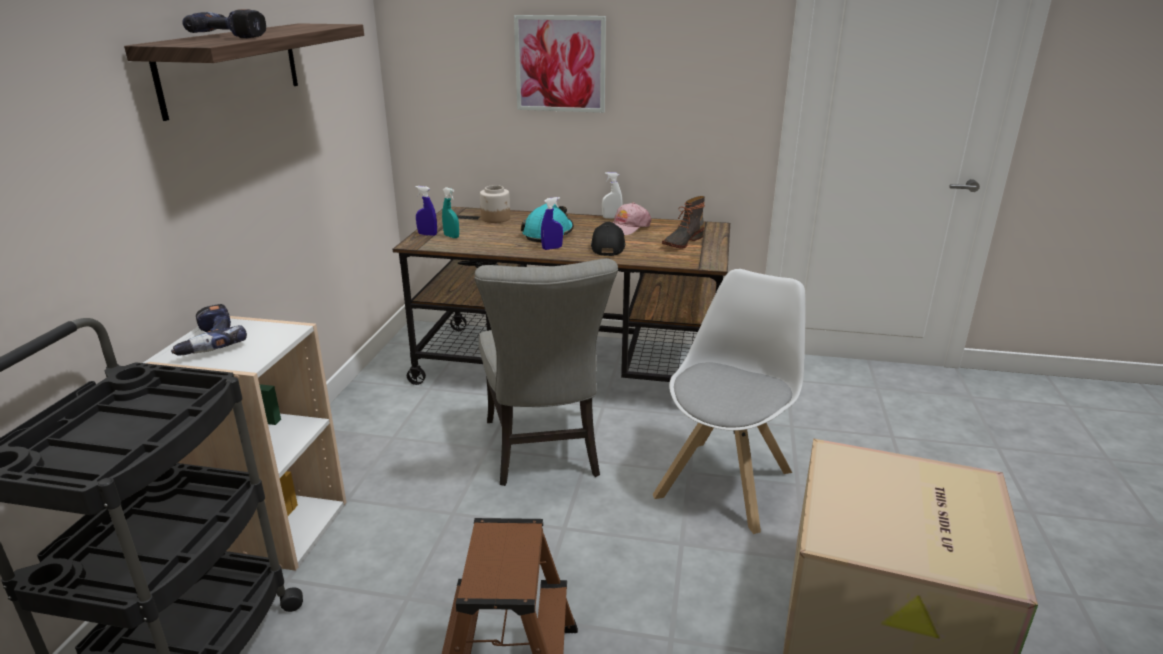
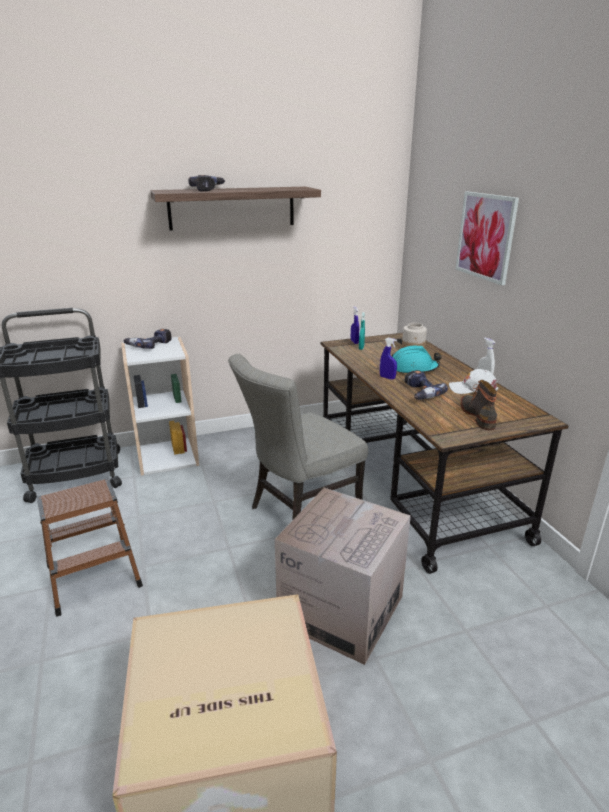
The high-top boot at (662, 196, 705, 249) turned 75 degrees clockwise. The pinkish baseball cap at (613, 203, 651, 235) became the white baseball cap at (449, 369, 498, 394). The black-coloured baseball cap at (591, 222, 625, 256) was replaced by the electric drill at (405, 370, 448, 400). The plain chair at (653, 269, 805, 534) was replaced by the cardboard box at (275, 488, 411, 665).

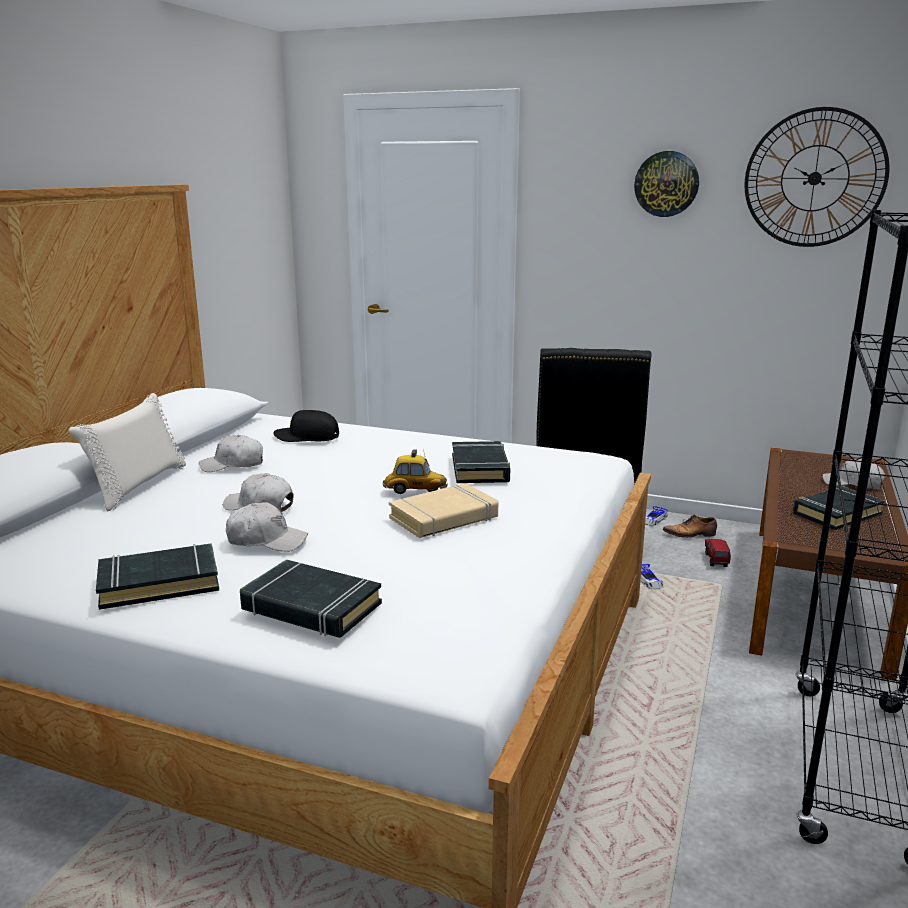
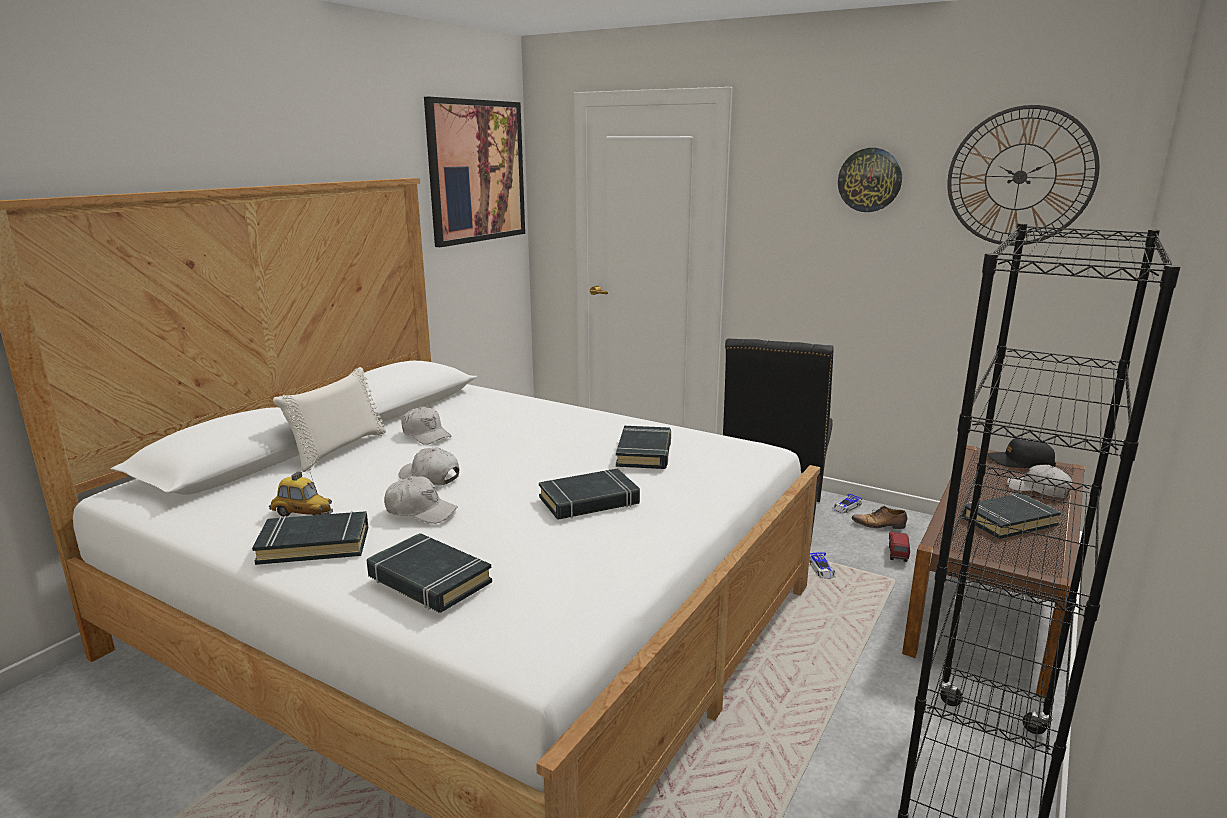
The black-coloured baseball cap moved from (273, 410, 339, 442) to (988, 438, 1056, 468). The white baseball cap at (199, 435, 263, 472) turned 135 degrees counterclockwise. The model car moved from (383, 449, 447, 494) to (269, 471, 333, 517). The beige-coloured volume at (389, 483, 498, 538) became the black-coloured volume at (539, 468, 640, 520). The wall picture at (424, 97, 525, 247) appeared.

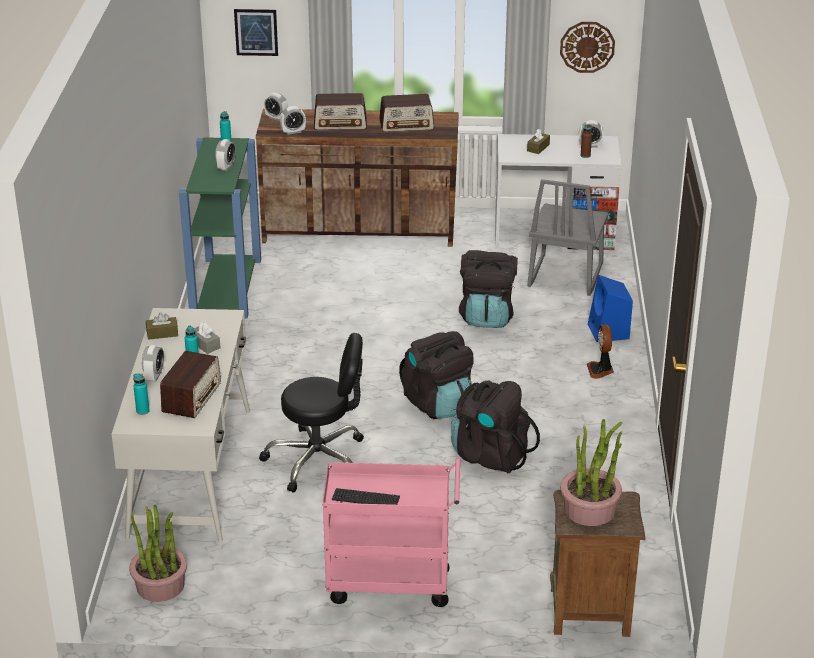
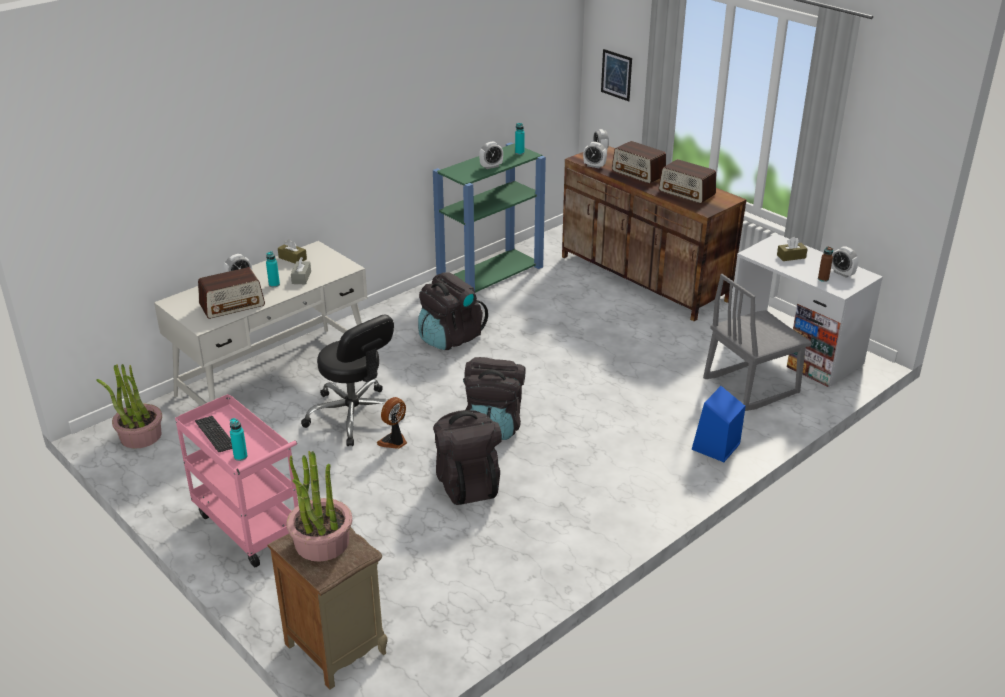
The wall clock at (560, 22, 615, 73) disappeared. The black-coloured backpack moved from (459, 250, 518, 328) to (418, 272, 488, 350). The cooling fan moved from (587, 324, 614, 379) to (377, 397, 407, 449). The turquoise-coloured beverage bottle moved from (133, 374, 150, 415) to (230, 418, 248, 461).

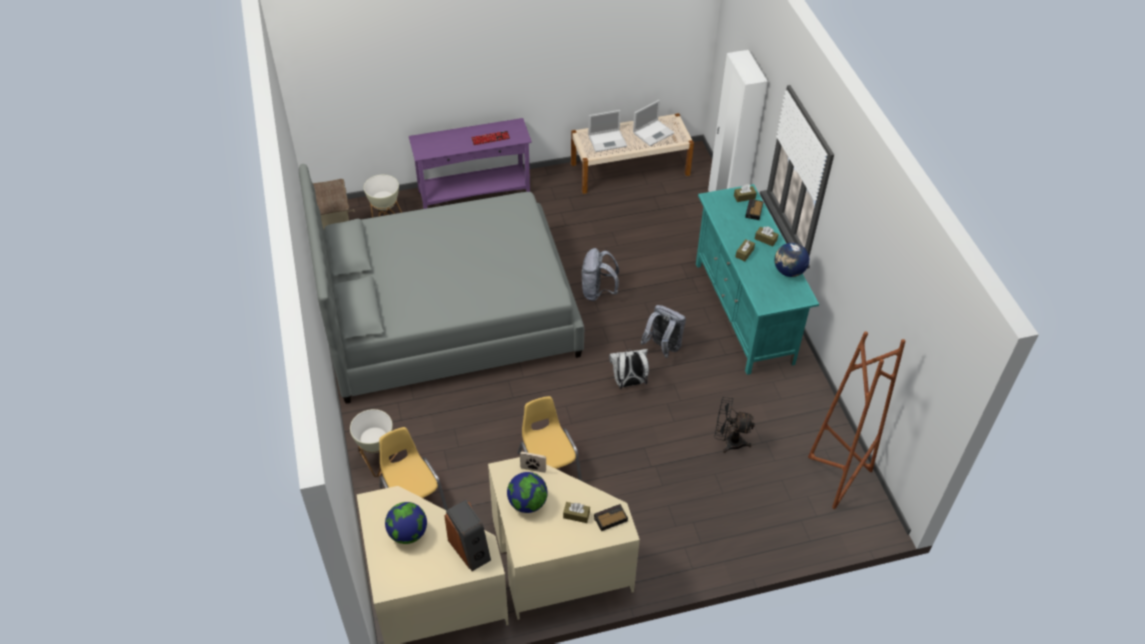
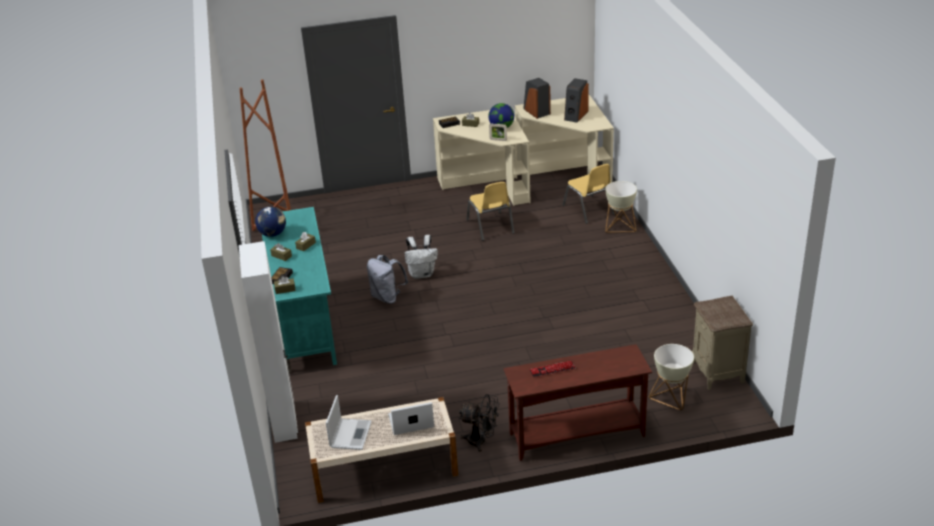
The laptop at (633, 100, 675, 146) turned 135 degrees clockwise. The purple hall table at (409, 118, 532, 209) became the brown hall table at (503, 344, 652, 461). The gray bedroom bed at (299, 164, 584, 404) disappeared. The gray backpack at (582, 248, 619, 301) disappeared. The black-coloured cooling fan moved from (714, 397, 755, 453) to (459, 394, 499, 452). The globe at (385, 502, 427, 544) was replaced by the audio speaker at (564, 78, 589, 123).

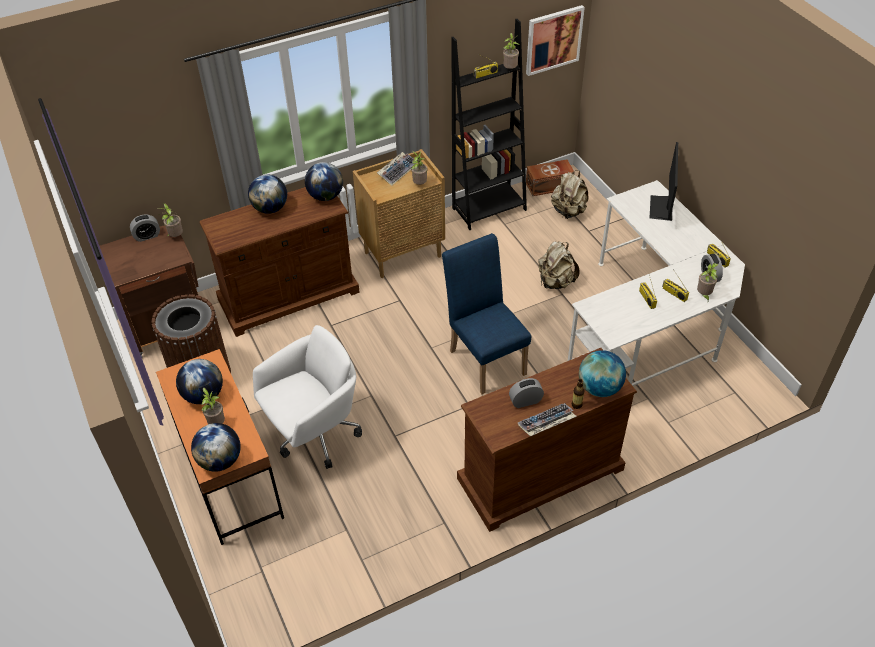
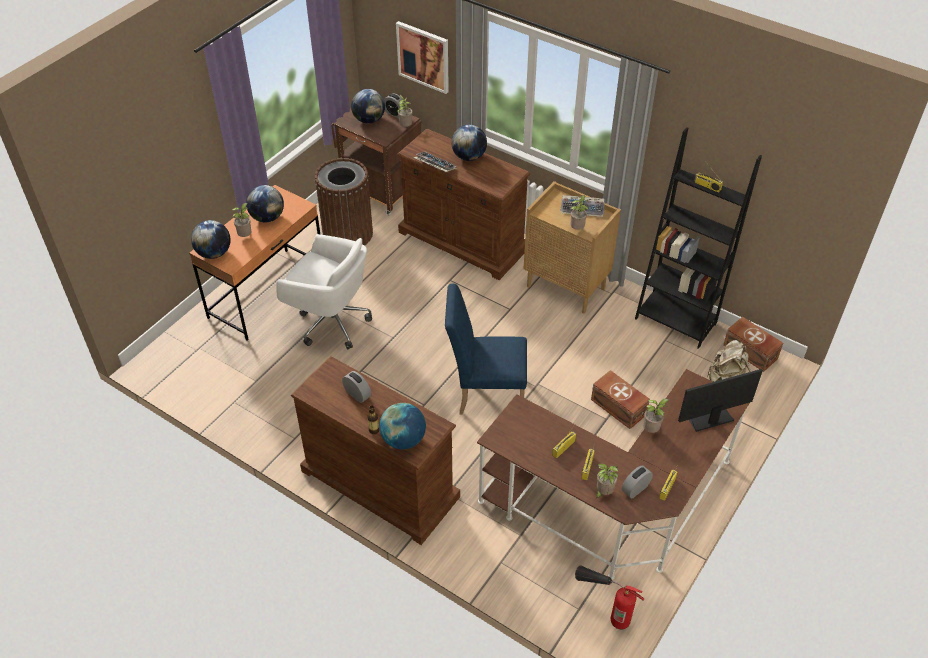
The wall picture moved from (526, 5, 585, 76) to (396, 21, 449, 94). The plant in a pot moved from (503, 33, 519, 69) to (643, 399, 668, 433). The globe moved from (305, 162, 343, 201) to (351, 89, 385, 124). The white desk at (568, 180, 745, 386) became the brown desk at (477, 369, 750, 580). The bluish plain chair at (442, 233, 531, 394) turned 120 degrees counterclockwise. The beige-coloured backpack at (538, 241, 579, 289) was replaced by the brown storage box at (591, 370, 650, 429). The computer keyboard moved from (518, 403, 577, 436) to (413, 152, 456, 172). The fire extinguisher at (575, 566, 644, 629) appeared.

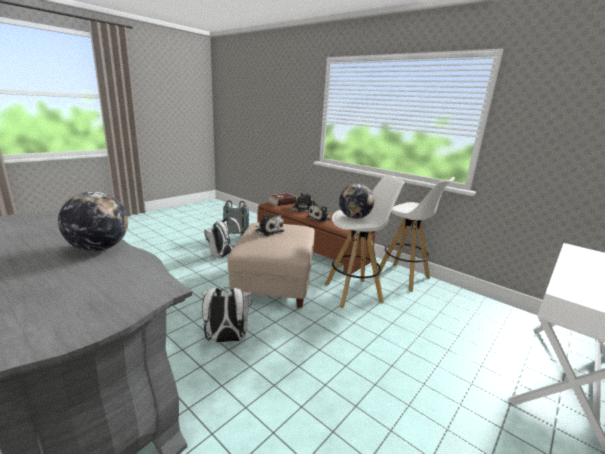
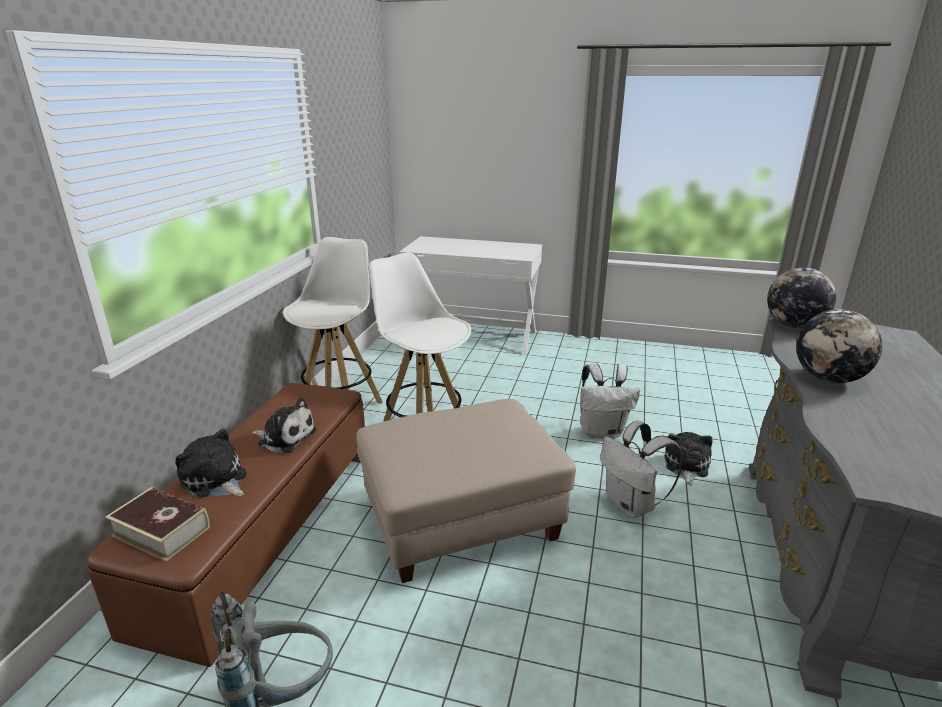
The globe moved from (339, 184, 374, 219) to (767, 268, 836, 329). The cuddly toy moved from (255, 213, 285, 236) to (664, 432, 713, 486). The white backpack moved from (204, 218, 241, 258) to (580, 363, 640, 438).

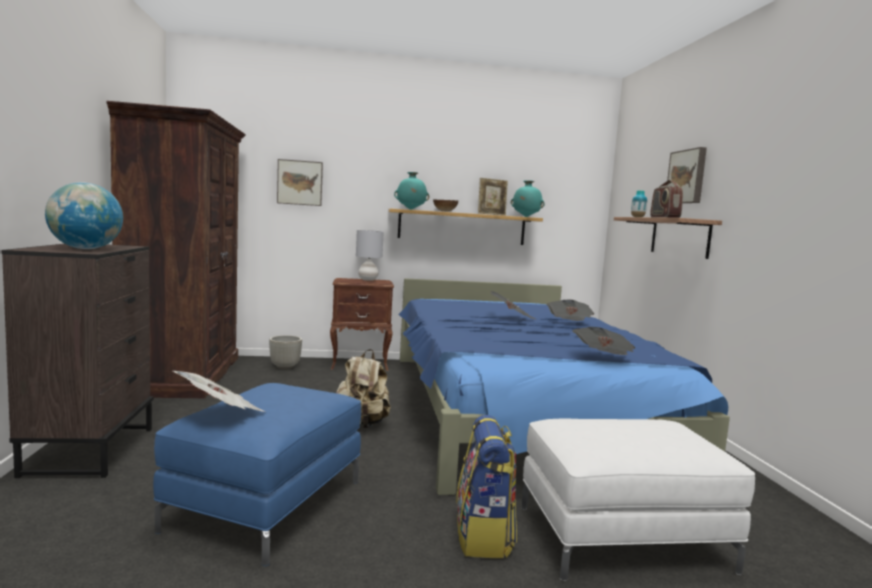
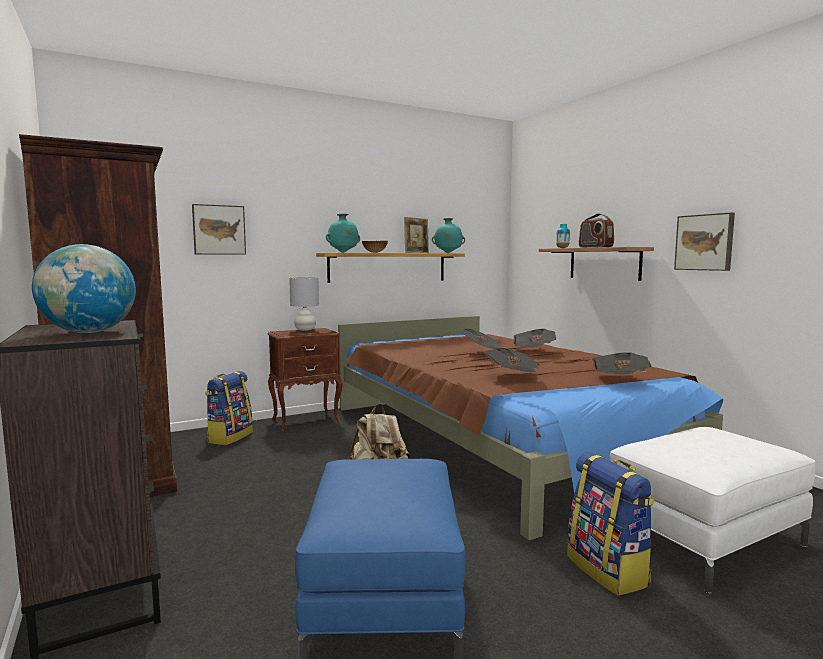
The wall picture moved from (667, 147, 707, 203) to (674, 212, 735, 271). The bluish bedroom bed at (398, 278, 730, 495) became the brown bedroom bed at (338, 316, 723, 541). The gray plant pot at (269, 335, 302, 369) was replaced by the backpack at (205, 371, 253, 445). The daily paper moved from (173, 371, 264, 411) to (484, 348, 540, 372).

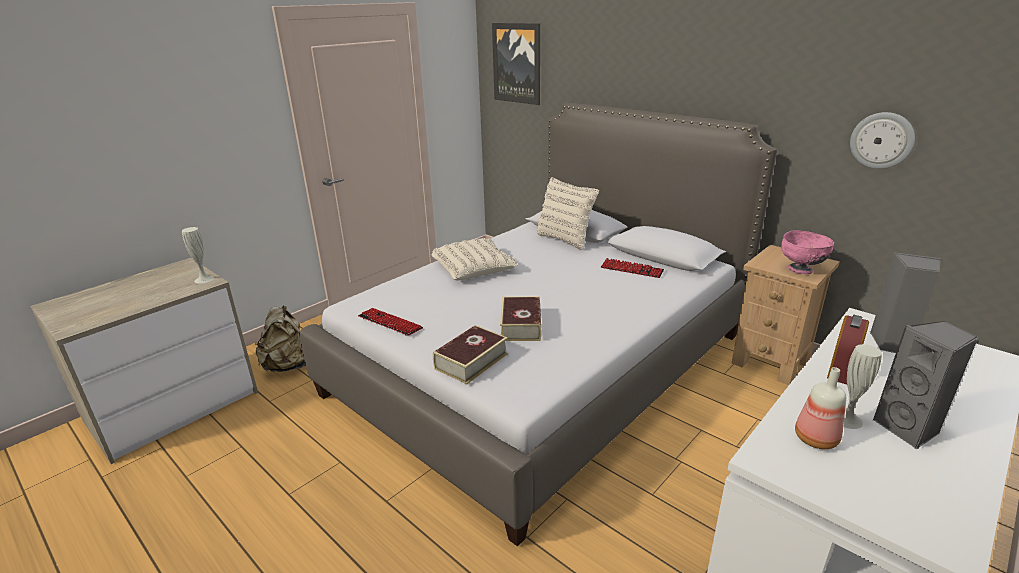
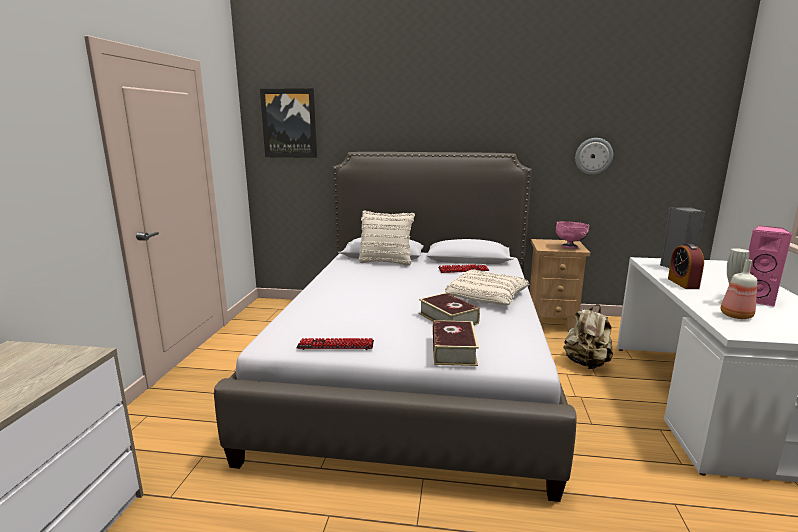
The white decorative vase at (182, 227, 214, 284) disappeared. The beige-coloured pillow moved from (432, 238, 517, 281) to (445, 270, 530, 306). The beige-coloured backpack moved from (255, 306, 306, 372) to (564, 305, 613, 369). The gray audio speaker at (873, 321, 979, 449) became the pinkish audio speaker at (748, 226, 792, 306).

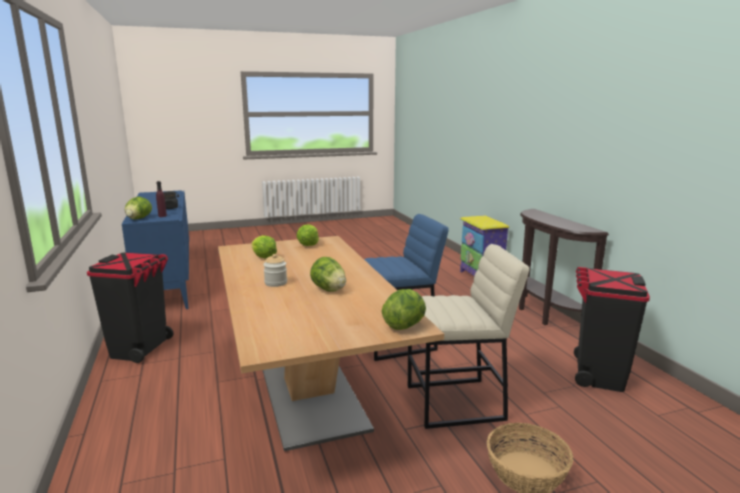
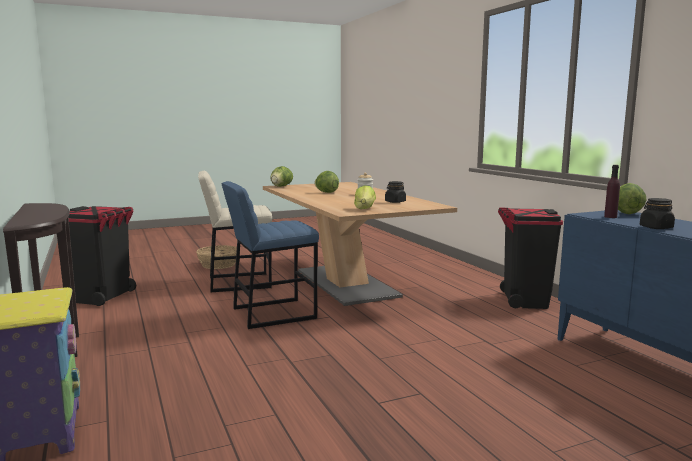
The head of lettuce at (251, 235, 277, 259) was replaced by the black-coloured storage jar at (385, 181, 406, 203).

